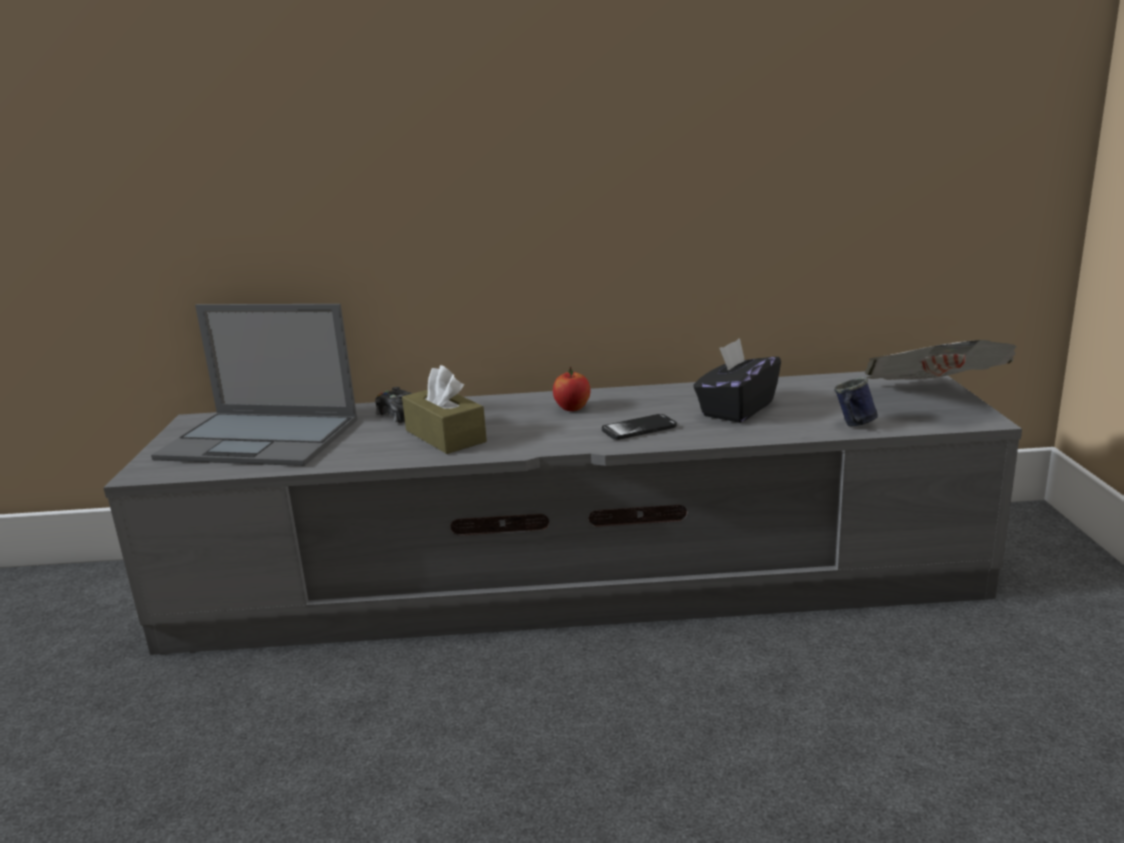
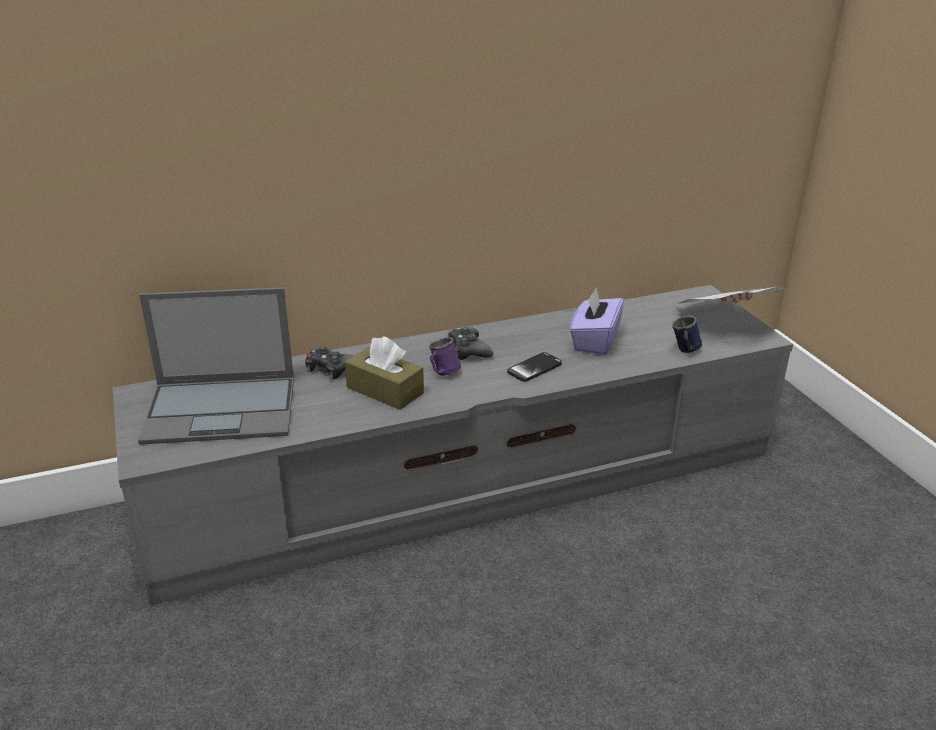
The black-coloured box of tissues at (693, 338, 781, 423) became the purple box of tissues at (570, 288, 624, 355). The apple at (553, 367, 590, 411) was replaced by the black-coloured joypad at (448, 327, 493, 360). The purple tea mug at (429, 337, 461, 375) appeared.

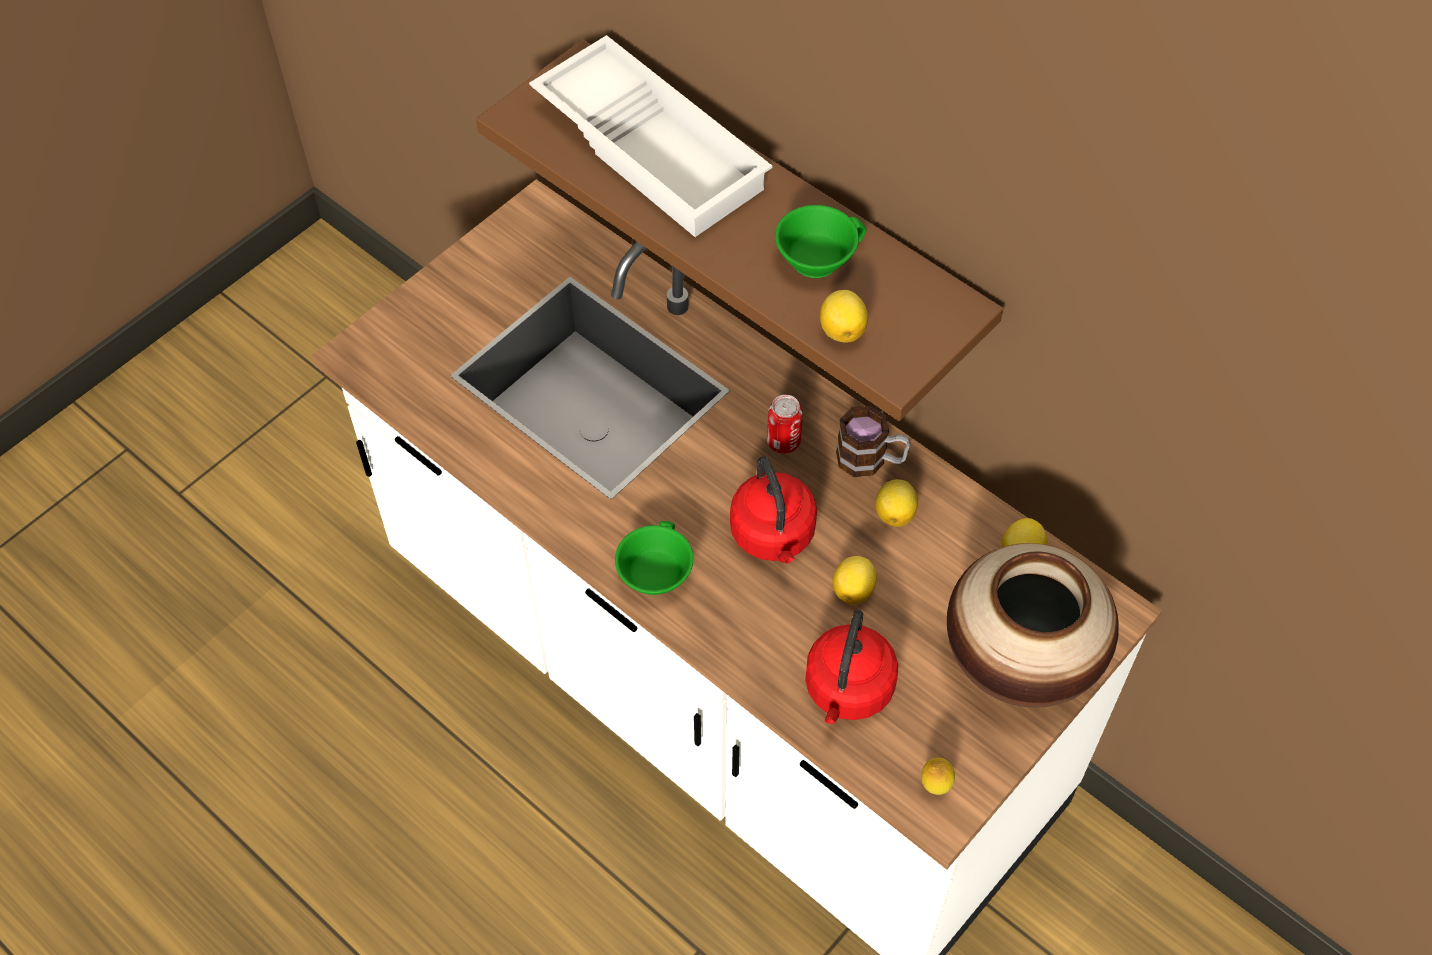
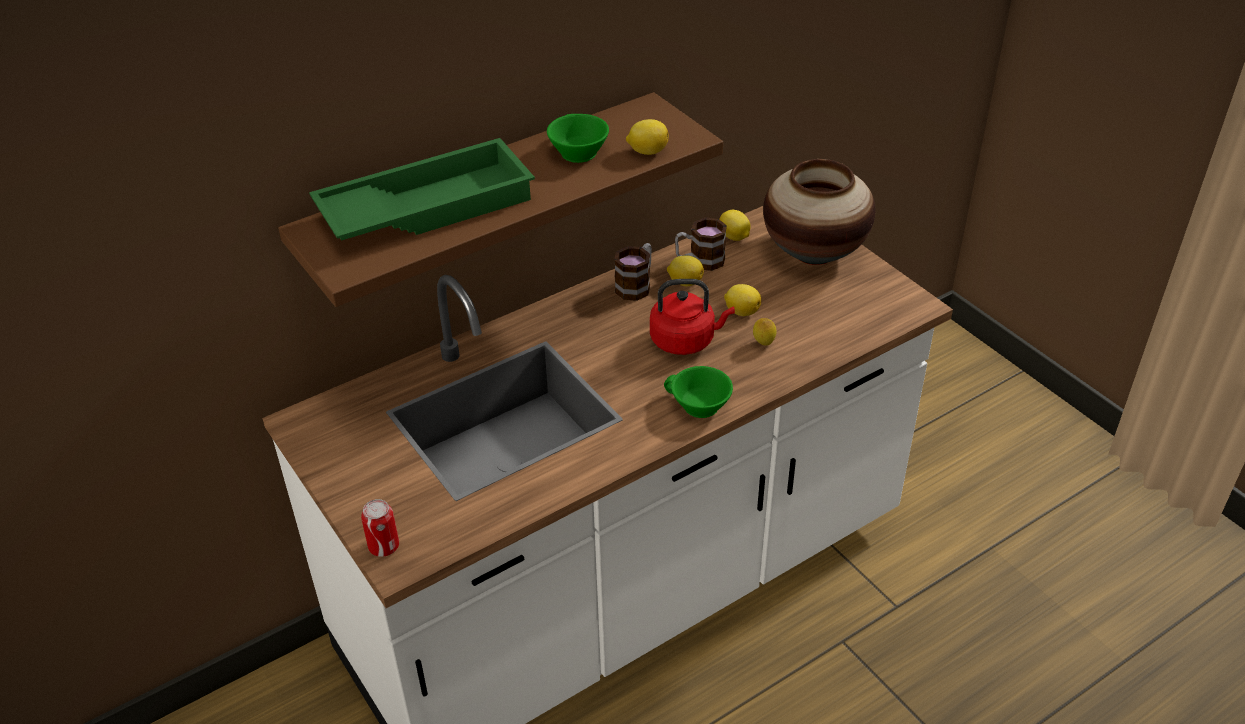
The white tray at (529, 35, 772, 237) became the green-coloured tray at (309, 138, 535, 241). The sealed can moved from (767, 395, 803, 454) to (361, 499, 399, 557). The reddish kettle at (805, 610, 898, 724) disappeared. The lemon moved from (921, 758, 955, 795) to (753, 318, 777, 346). The tea mug at (675, 217, 727, 271) appeared.

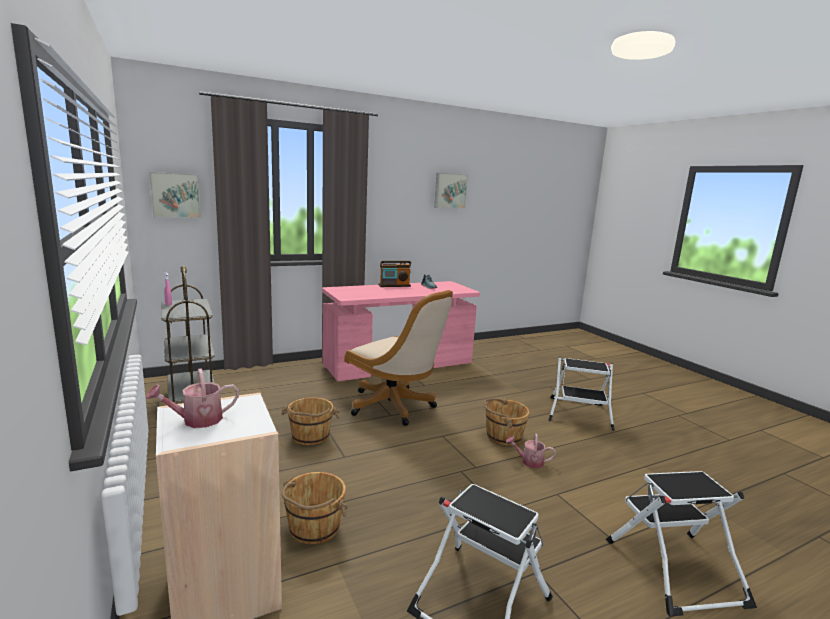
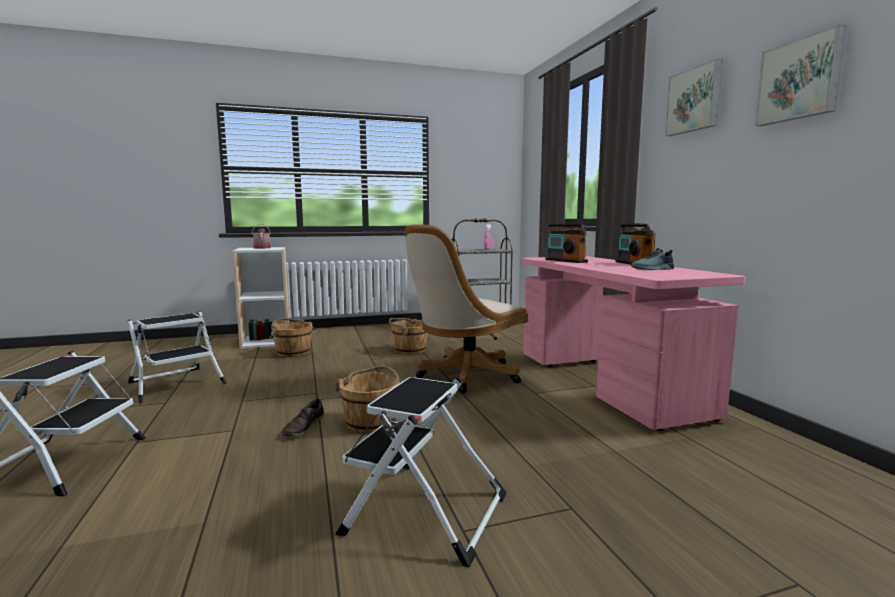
The wall picture moved from (149, 172, 201, 218) to (665, 59, 723, 136). The watering can at (506, 433, 556, 468) was replaced by the brown low shoe at (281, 399, 324, 436). The radio receiver at (545, 223, 588, 263) appeared.

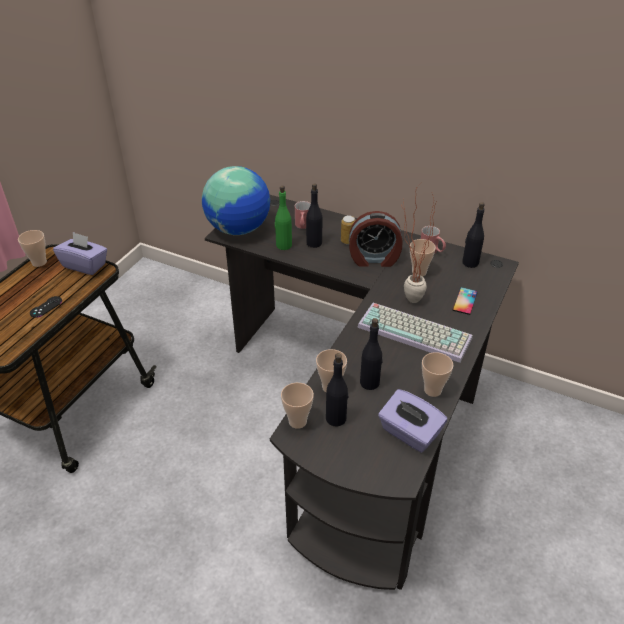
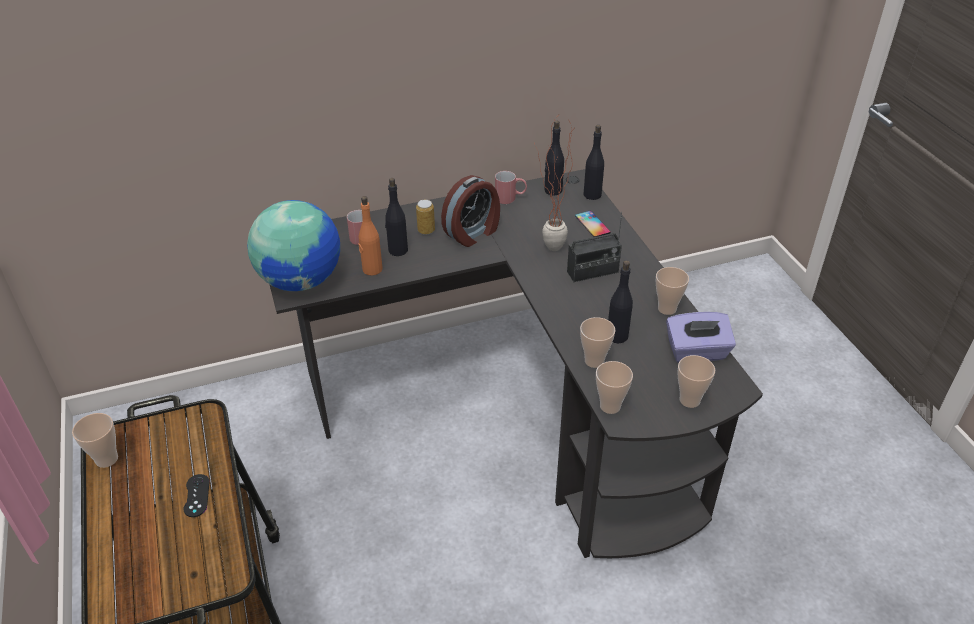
The green-coloured beverage bottle at (275, 186, 292, 250) became the orange beverage bottle at (358, 196, 383, 275). The purple box of tissues at (53, 232, 107, 275) disappeared. The cup moved from (410, 239, 436, 277) to (677, 355, 715, 408). The computer keyboard at (357, 303, 473, 363) was replaced by the radio receiver at (567, 212, 622, 282). The black-coloured beverage bottle moved from (326, 353, 348, 427) to (584, 125, 604, 200).

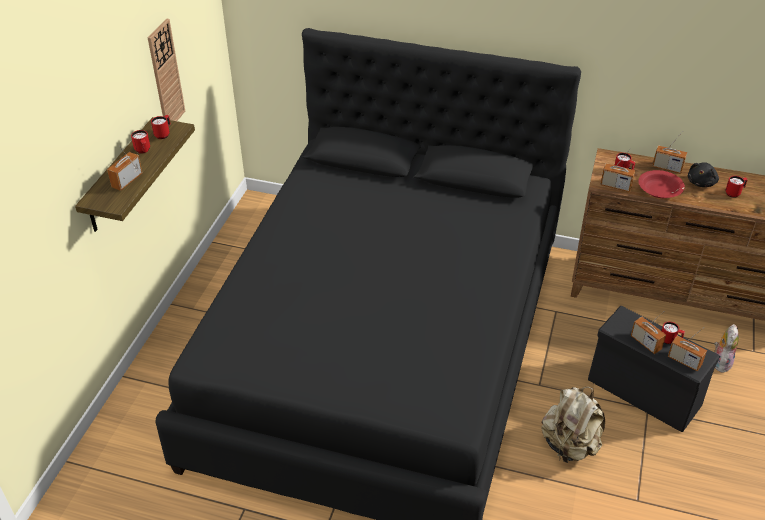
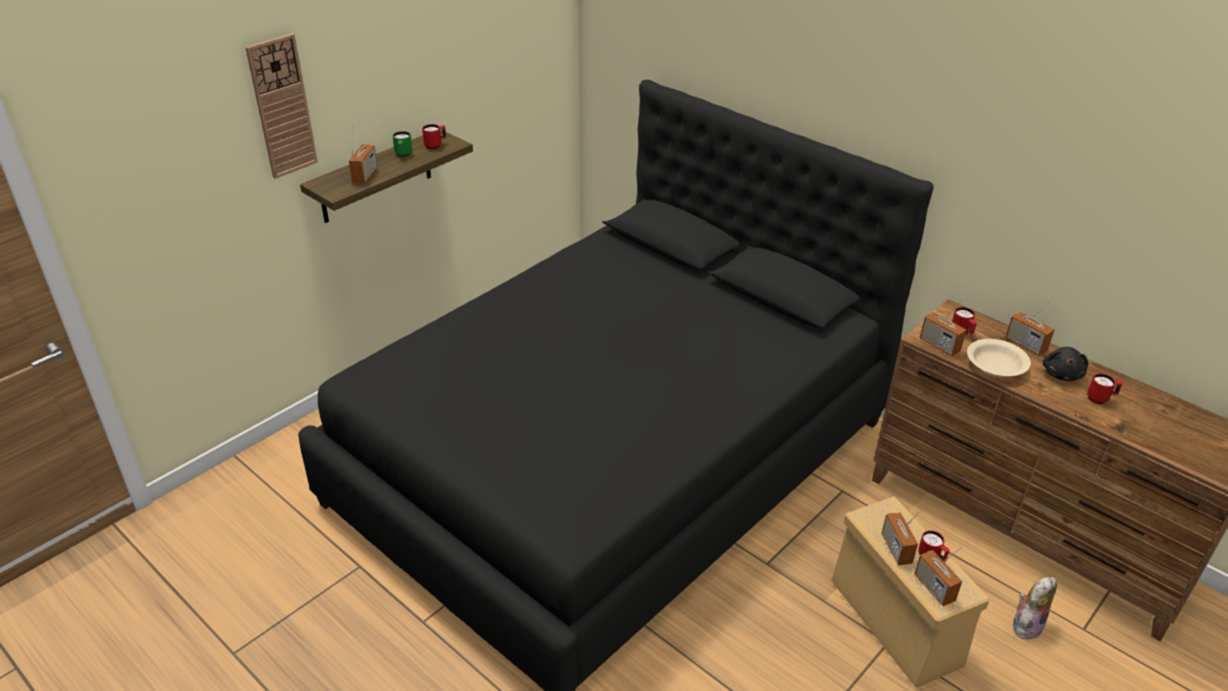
The wall clock moved from (148, 18, 185, 121) to (245, 33, 318, 179). The reddish tea mug at (131, 130, 150, 154) became the green-coloured tea mug at (392, 131, 412, 157). The radio receiver at (107, 146, 143, 191) turned 135 degrees clockwise. The black-coloured cuddly toy at (688, 162, 719, 187) turned 45 degrees counterclockwise. The reddish serving bowl at (638, 170, 685, 198) became the beige-coloured serving bowl at (967, 339, 1031, 377). The black-coloured storage box at (588, 306, 720, 432) became the beige-coloured storage box at (831, 497, 990, 687). The beige-coloured backpack at (541, 387, 605, 463) disappeared.

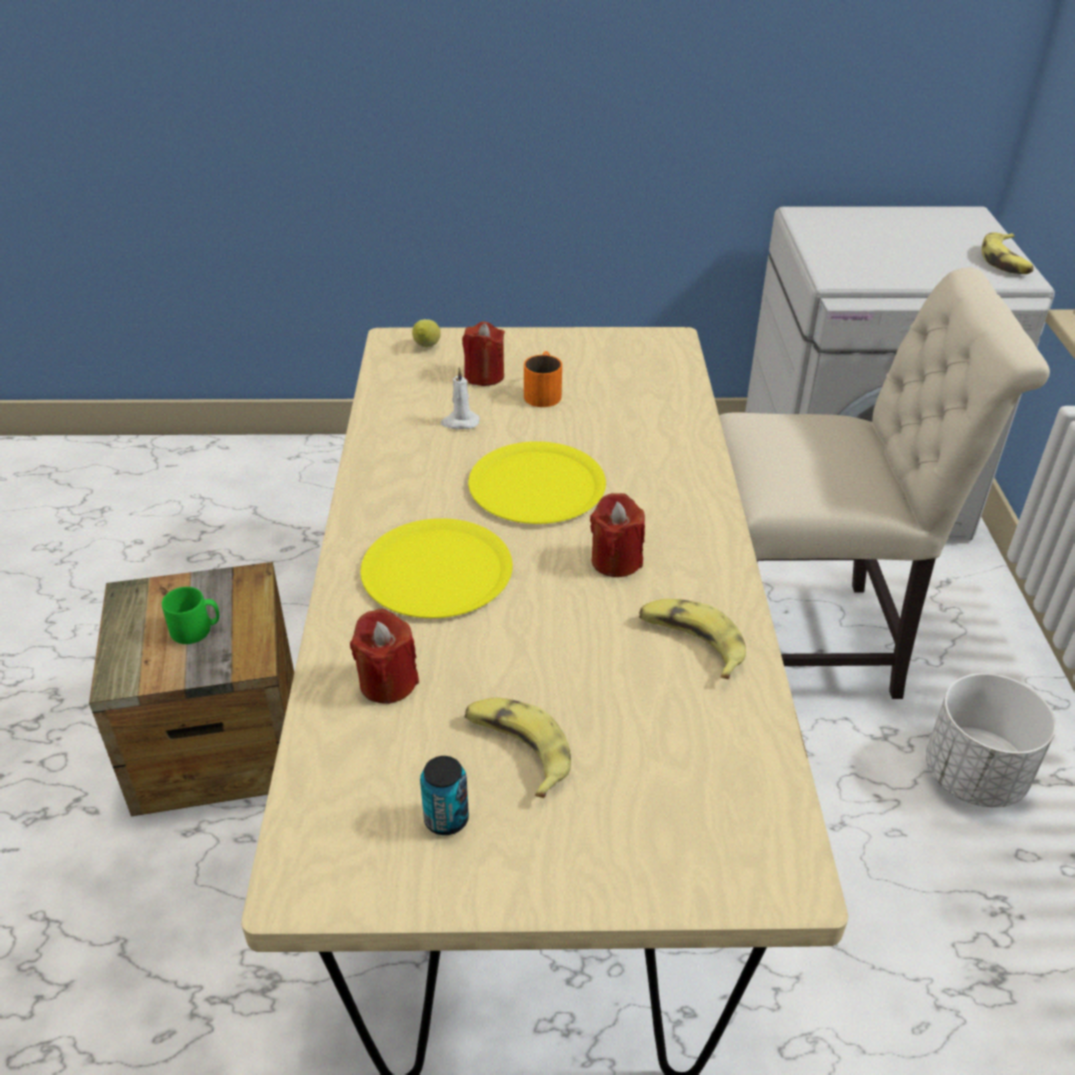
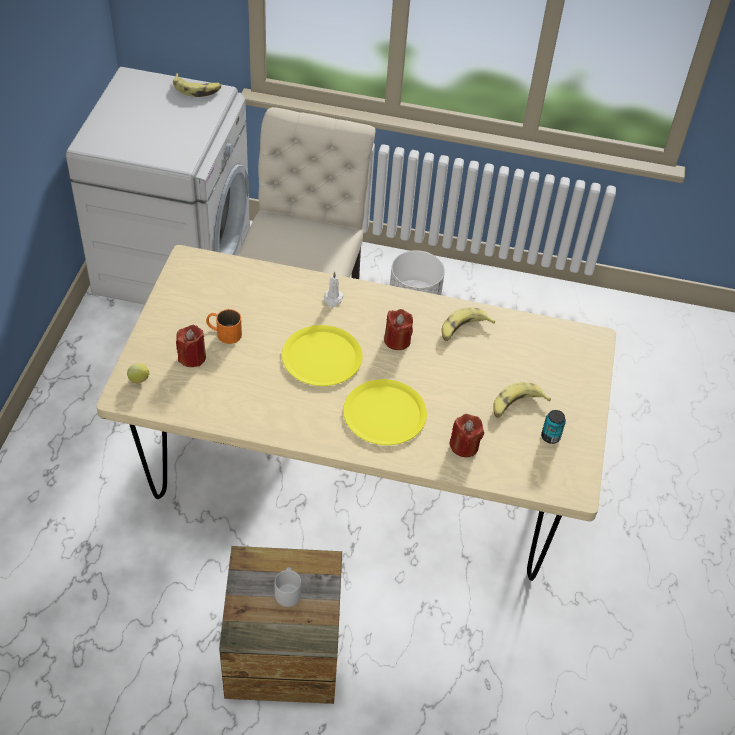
The white wax candle moved from (441, 368, 479, 429) to (324, 271, 344, 307). The green-coloured tea mug at (162, 587, 219, 644) became the gray tea mug at (275, 567, 301, 607).

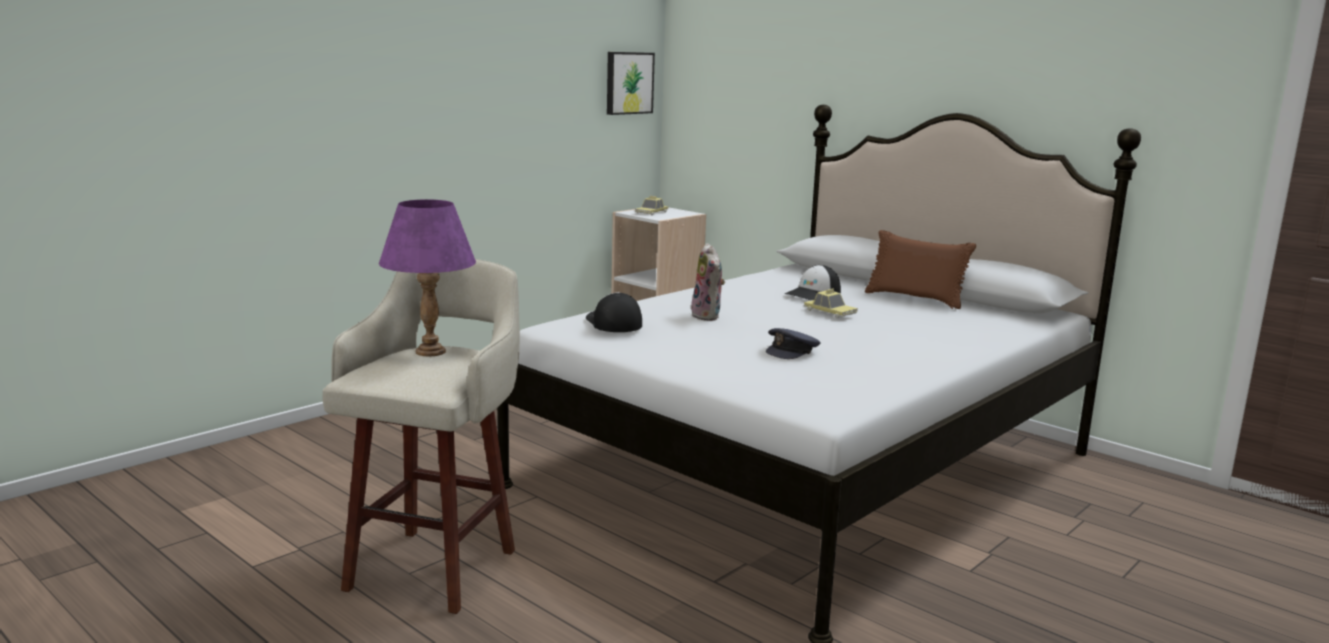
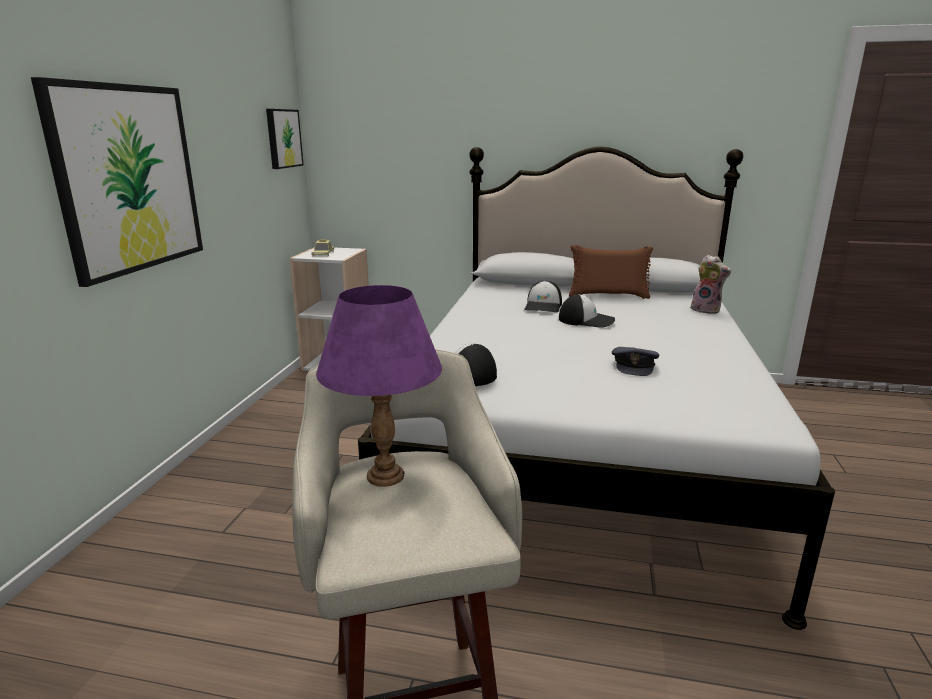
The cuddly toy moved from (691, 243, 725, 321) to (690, 255, 731, 314). The model car at (804, 288, 858, 318) was replaced by the baseball cap at (559, 294, 615, 328). The wall picture at (31, 77, 203, 287) appeared.

